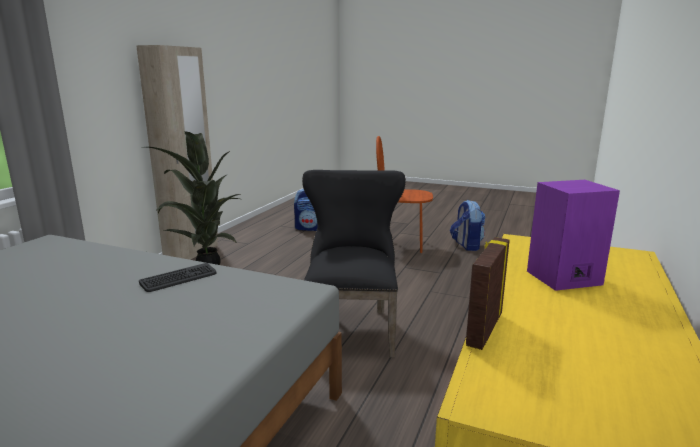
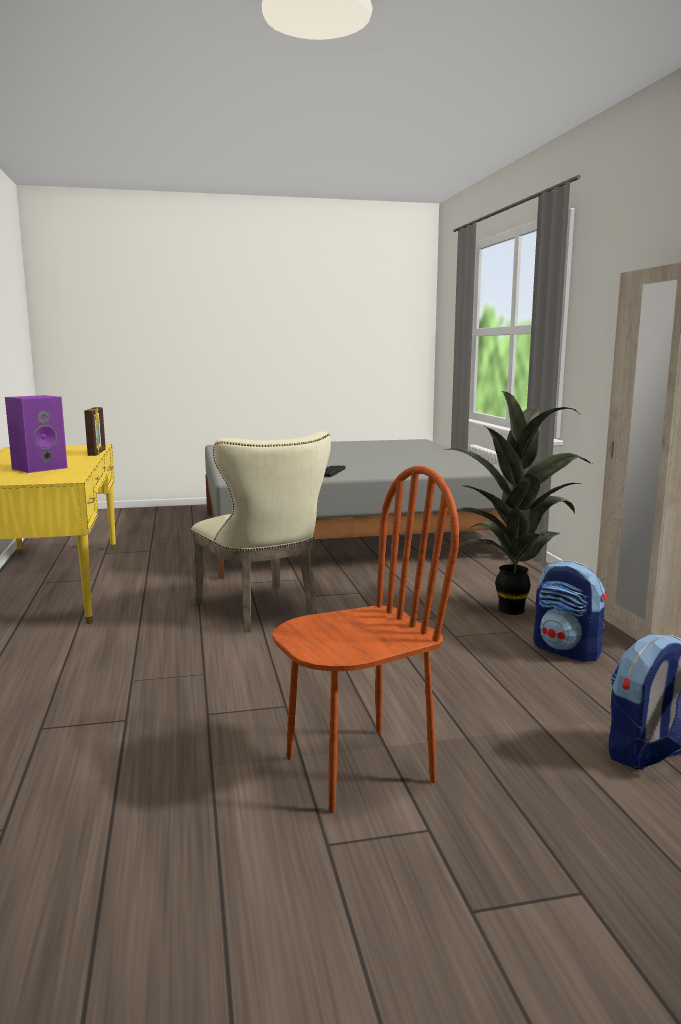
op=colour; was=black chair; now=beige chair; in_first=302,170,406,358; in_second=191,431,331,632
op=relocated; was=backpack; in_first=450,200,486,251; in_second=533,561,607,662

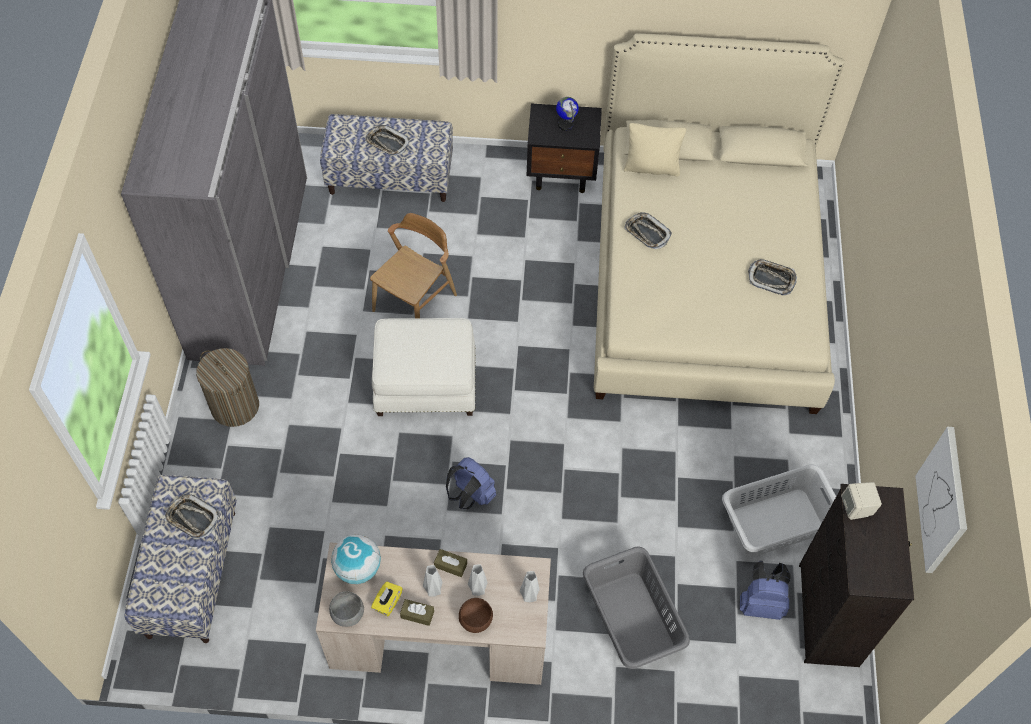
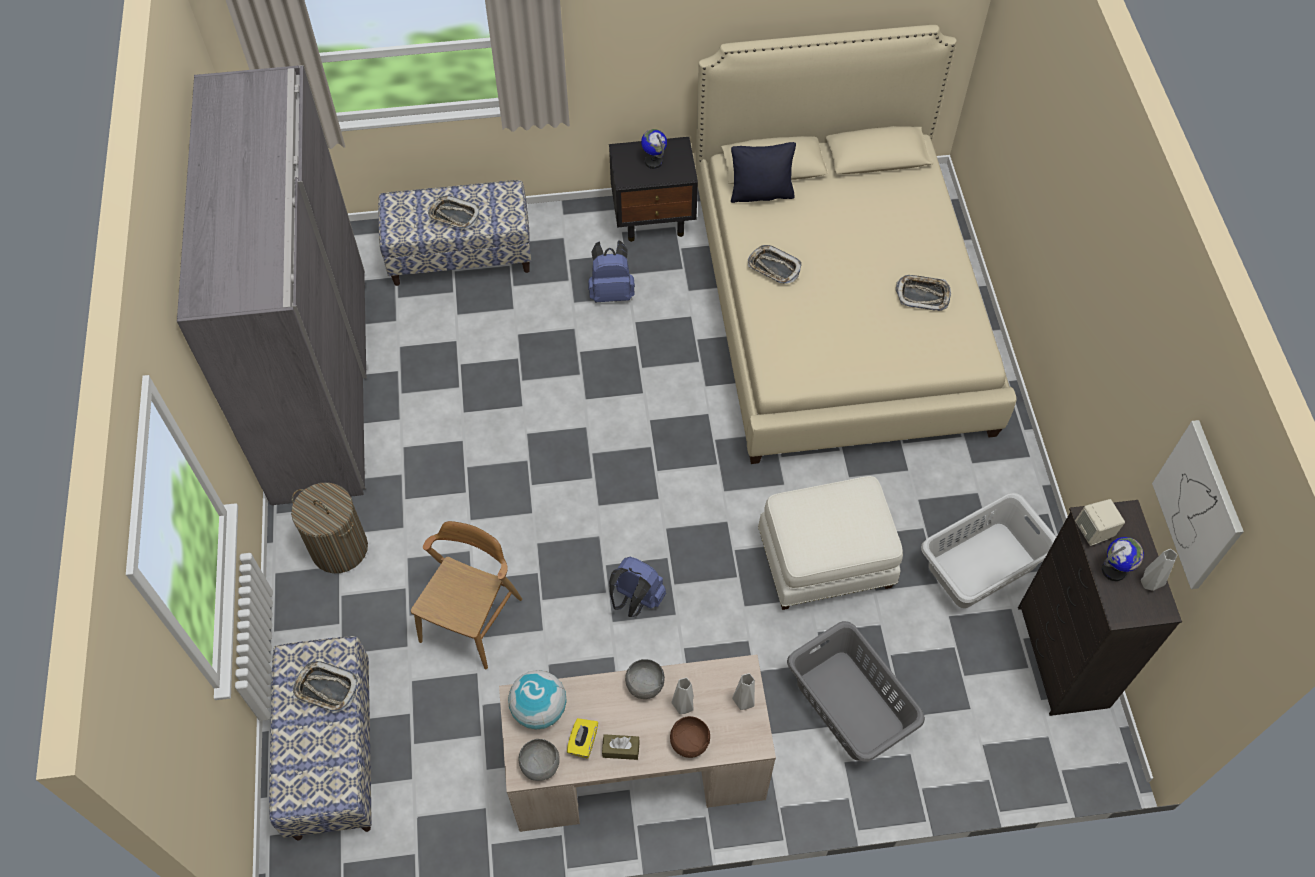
op=colour; was=beige pillow; now=black pillow; in_first=624,123,686,177; in_second=731,142,796,203
op=relocated; was=brown chair; in_first=370,213,457,318; in_second=411,521,522,669
op=relocated; was=white ottoman; in_first=372,318,475,416; in_second=758,476,903,610
op=exchanged; was=brown tissue box; now=grey bowl; in_first=434,549,467,577; in_second=625,659,665,699
op=relocated; was=blue backpack; in_first=740,561,791,620; in_second=588,240,635,302
op=relocated; was=grey vase; in_first=423,565,443,597; in_second=1141,549,1178,591
op=appeared; now=globe; in_second=1102,537,1144,581

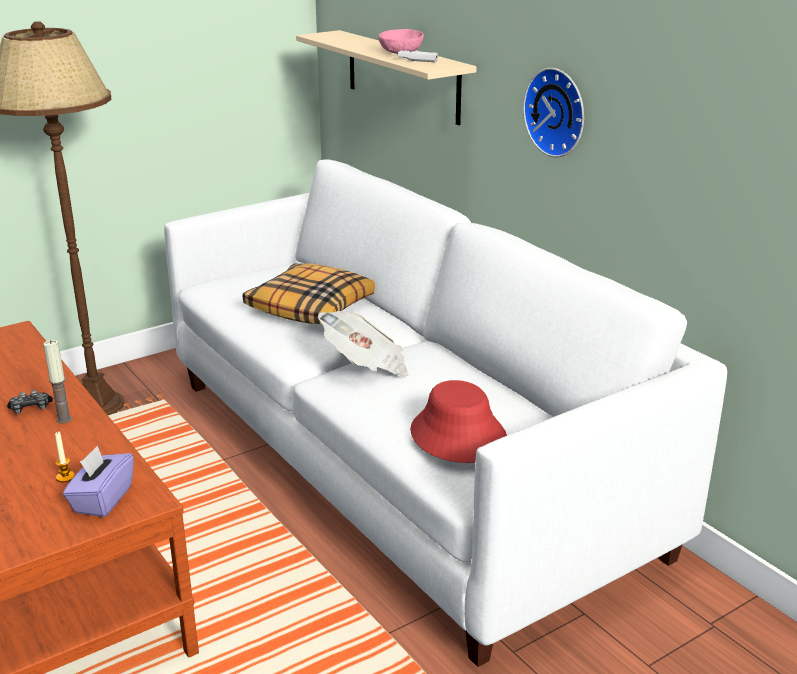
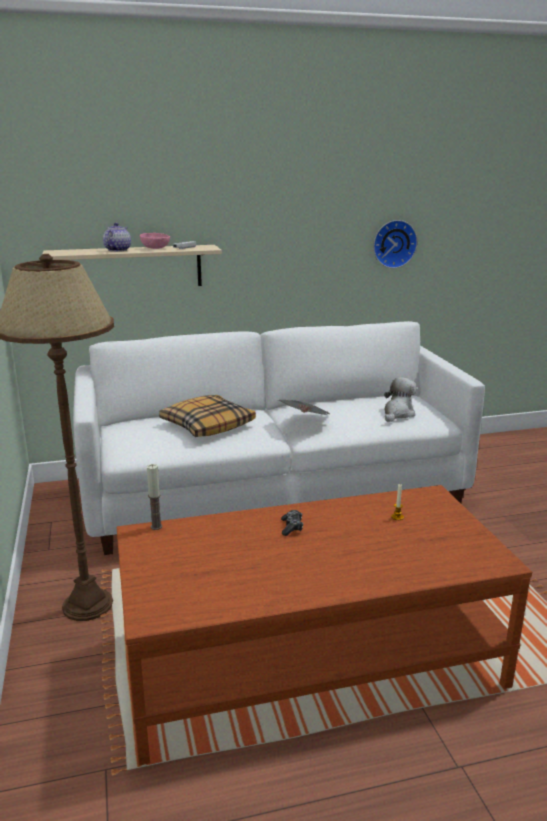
op=relocated; was=wall clock; in_first=523,68,584,157; in_second=373,220,418,269
op=relocated; was=candle; in_first=43,340,72,424; in_second=147,464,162,530
op=exchanged; was=red hat; now=plush toy; in_first=410,380,507,463; in_second=384,377,416,422
op=missing; was=purple tissue box; in_first=63,446,134,517
op=appeared; now=teapot; in_second=103,223,131,252

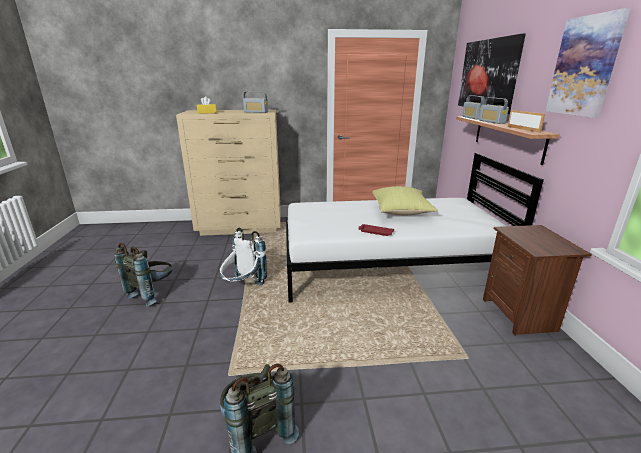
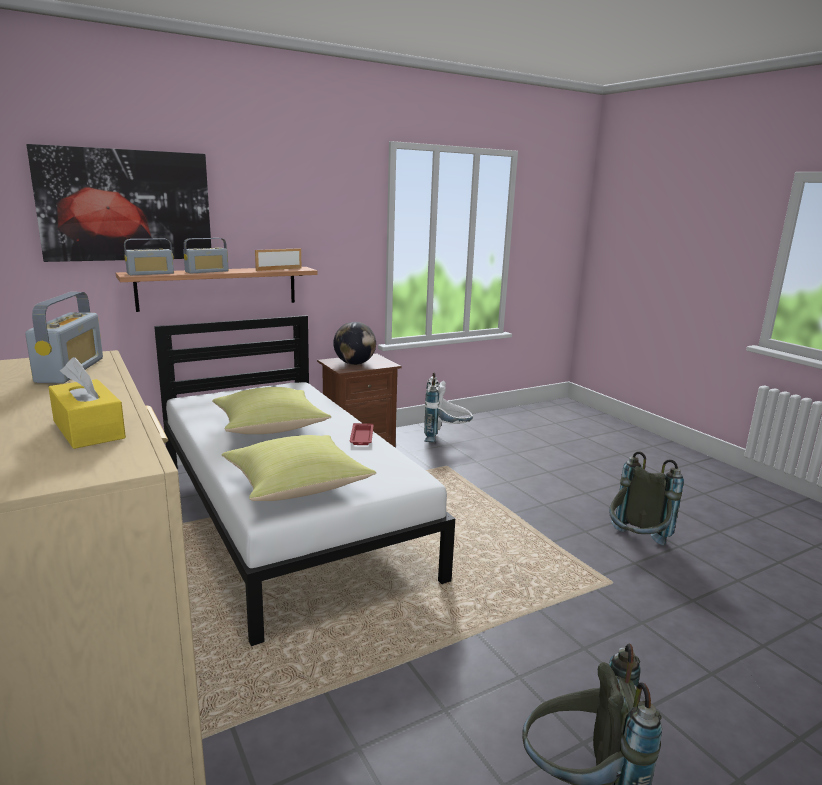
op=missing; was=picture; in_first=545,8,630,118
op=relocated; was=white backpack; in_first=220,227,267,285; in_second=424,372,473,442
op=appeared; now=globe; in_second=333,322,376,365
op=appeared; now=yellow pillow; in_second=222,435,376,501

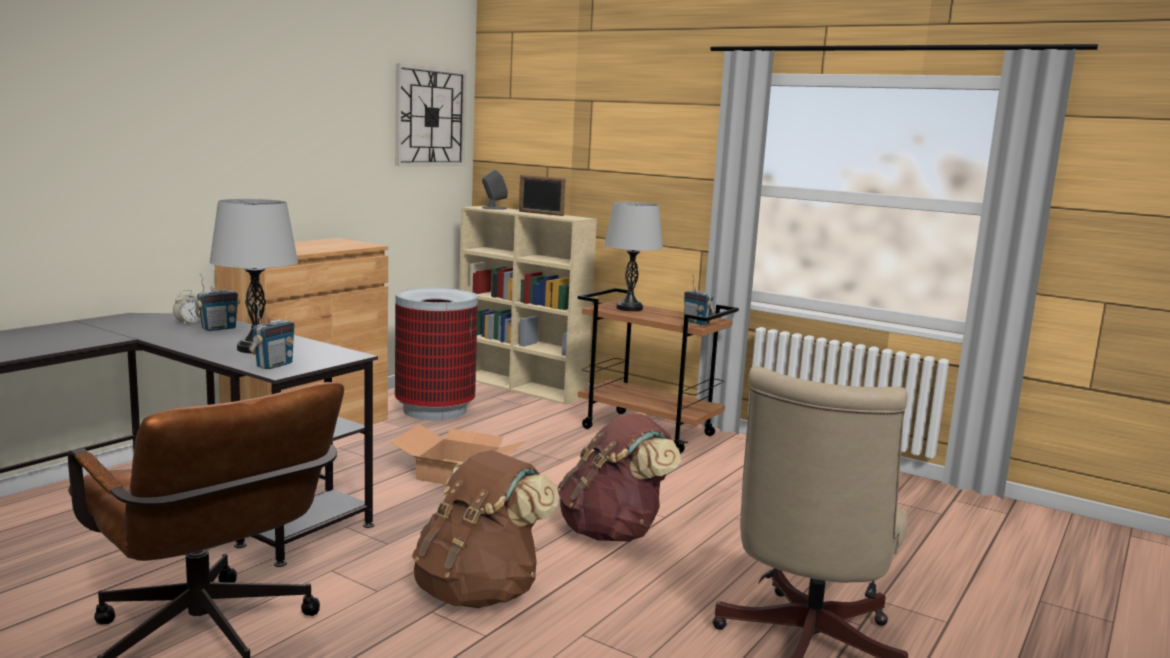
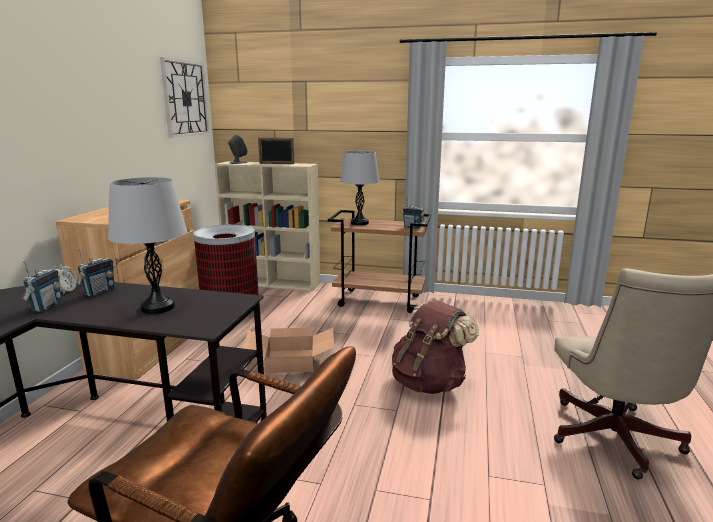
op=relocated; was=radio; in_first=249,303,294,369; in_second=22,260,61,312
op=missing; was=brown backpack; in_first=412,450,559,608

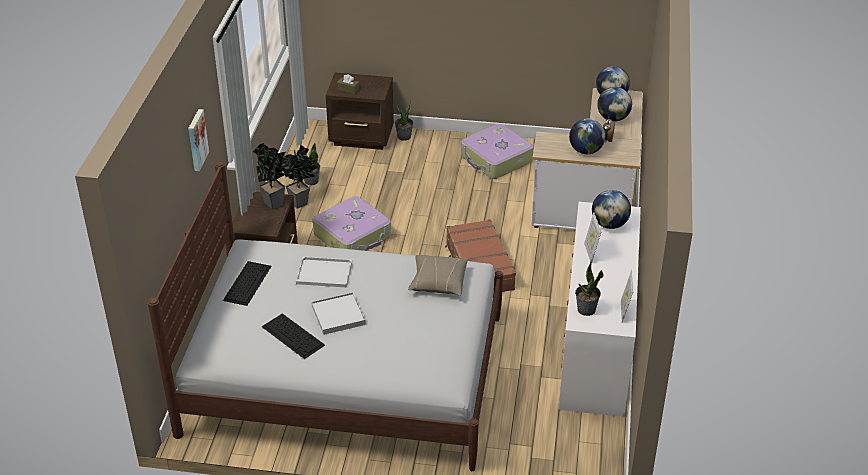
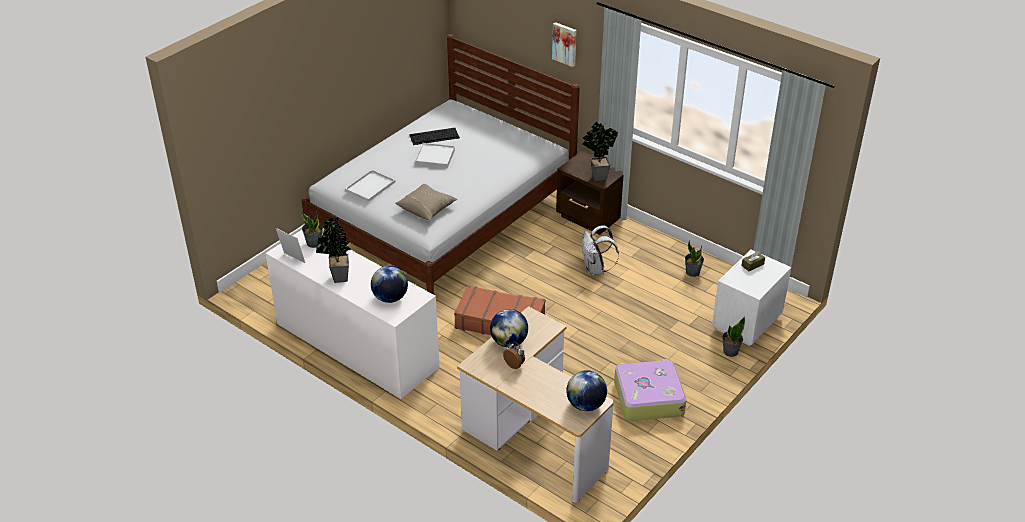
op=colour; was=brown nightstand; now=white nightstand; in_first=326,73,394,150; in_second=712,250,791,346
op=missing; was=globe; in_first=597,87,632,121
op=relocated; was=potted plant; in_first=281,145,317,209; in_second=316,217,351,283
op=exchanged; was=suitcase; now=white backpack; in_first=313,196,391,251; in_second=582,225,619,276
op=missing; was=picture frame; in_first=584,212,601,264
op=relocated; was=white tray; in_first=296,257,352,288; in_second=345,170,395,202
op=missing; was=keyboard; in_first=223,261,272,306

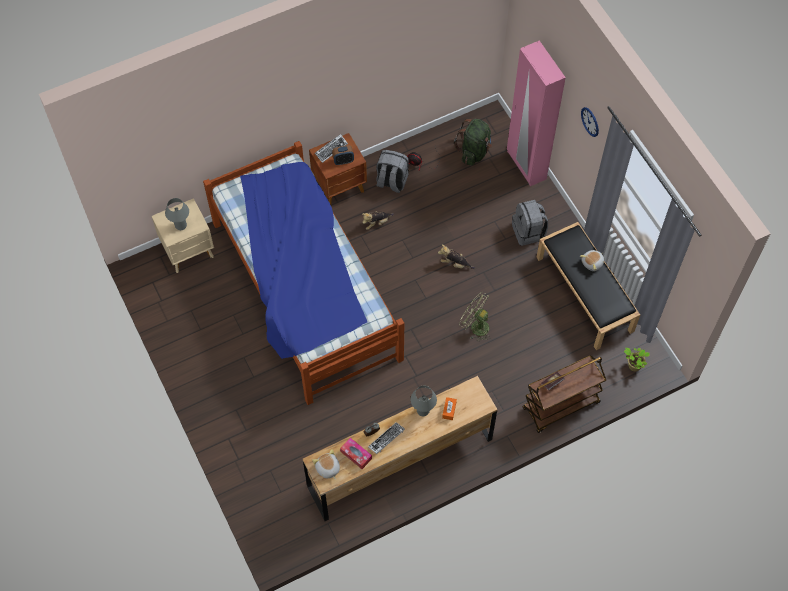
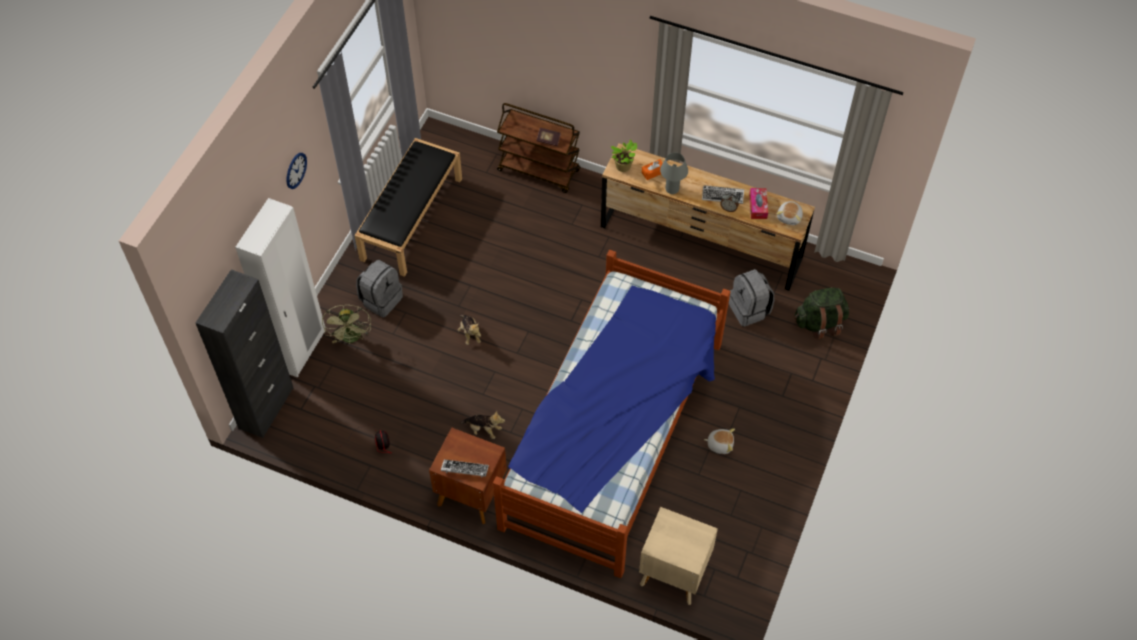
op=colour; was=pink wardrobe; now=white wardrobe; in_first=507,40,566,186; in_second=235,198,326,378
op=relocated; was=green backpack; in_first=453,119,492,166; in_second=794,287,849,340
op=missing; was=alarm clock; in_first=332,145,354,165
op=relocated; was=grey backpack; in_first=376,150,409,193; in_second=729,269,774,327
op=missing; was=grey table lamp; in_first=165,198,189,230
op=relocated; was=plush toy; in_first=580,250,604,271; in_second=704,428,735,454
op=relocated; was=green fan; in_first=459,292,490,342; in_second=322,305,371,344
op=relocated; was=potted plant; in_first=624,348,650,371; in_second=610,139,637,172
op=appeared; now=black cabinet; in_second=195,269,293,438

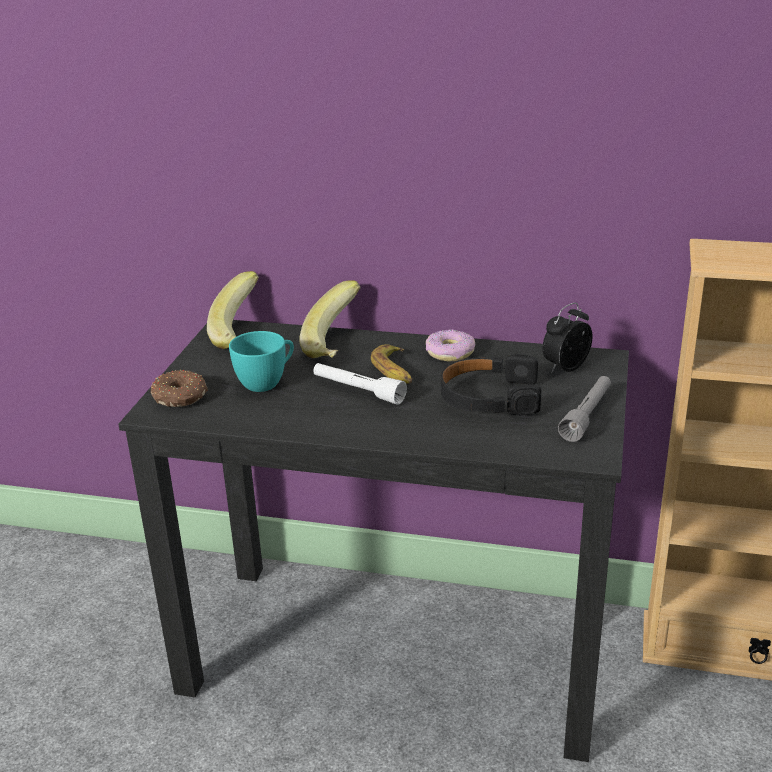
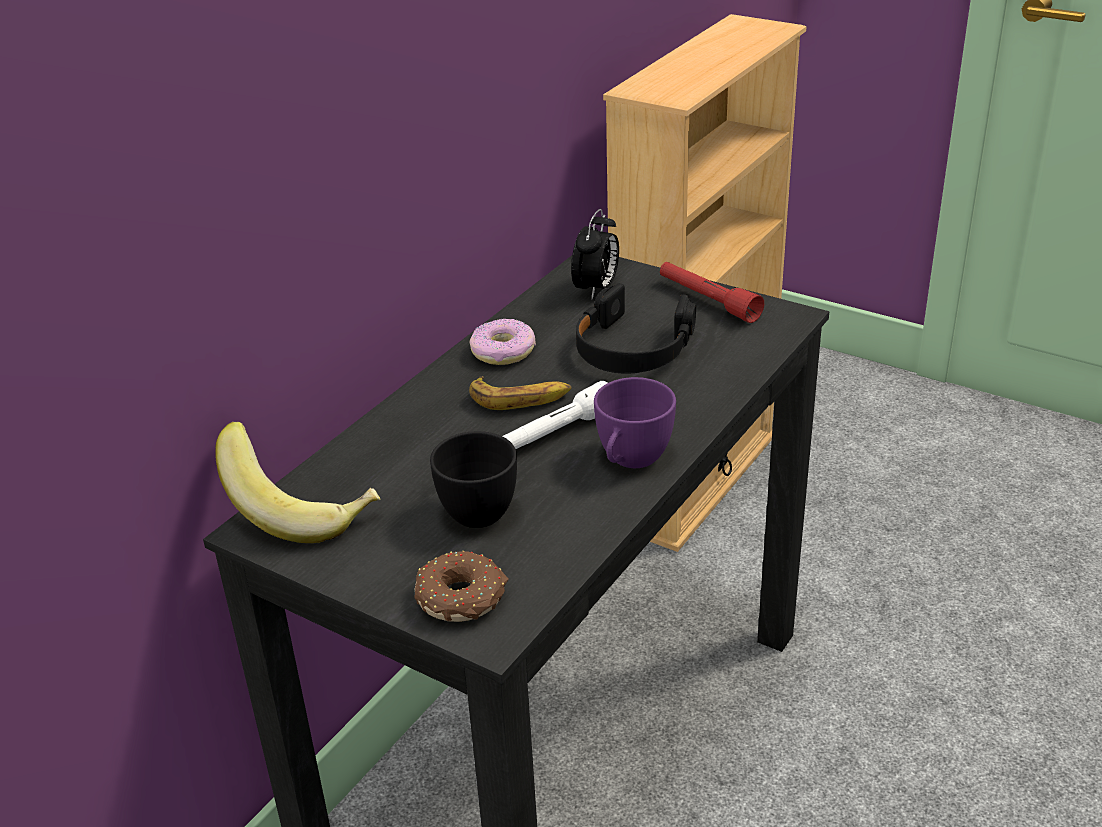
op=missing; was=banana; in_first=299,281,361,358
op=spun; was=alarm clock; in_first=543,303,592,373; in_second=571,209,619,299; clockwise=-135
op=colour; was=turquoise cup; now=black cup; in_first=229,331,294,392; in_second=430,431,517,528
op=colour; was=grey flashlight; now=red flashlight; in_first=558,376,611,442; in_second=660,262,764,323
op=appeared; now=purple cup; in_second=594,377,676,468

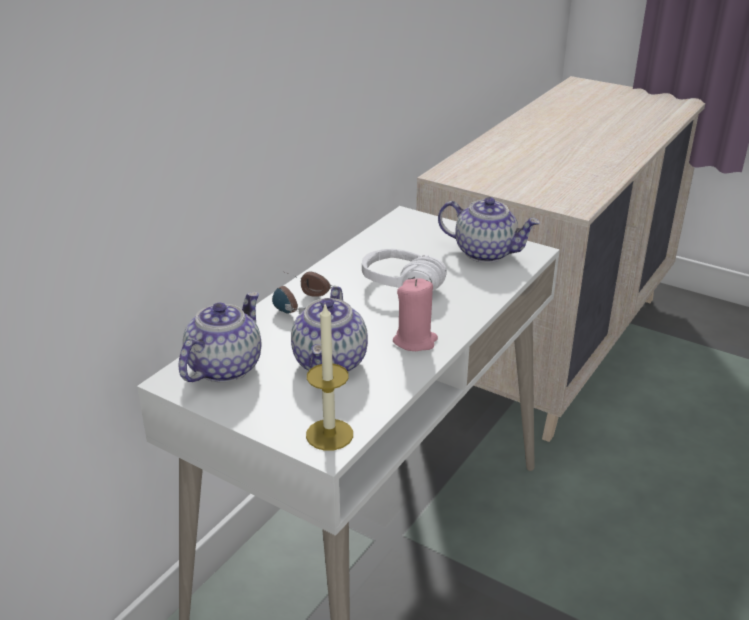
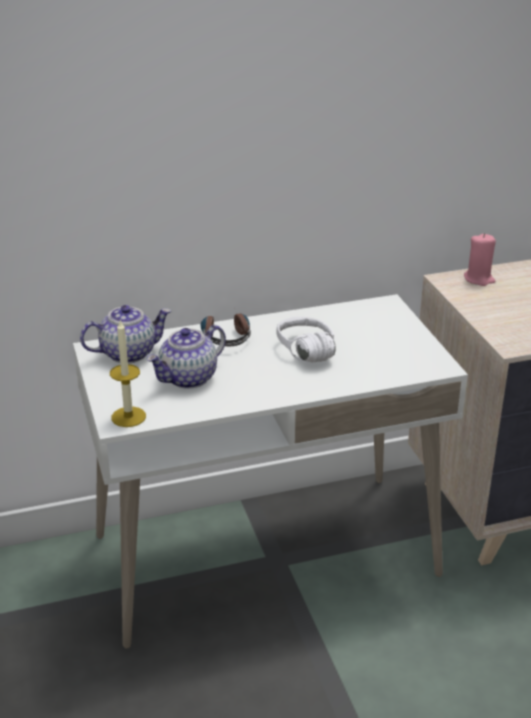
op=missing; was=teapot; in_first=438,197,540,263
op=relocated; was=pink candle; in_first=393,278,438,351; in_second=464,233,496,286

